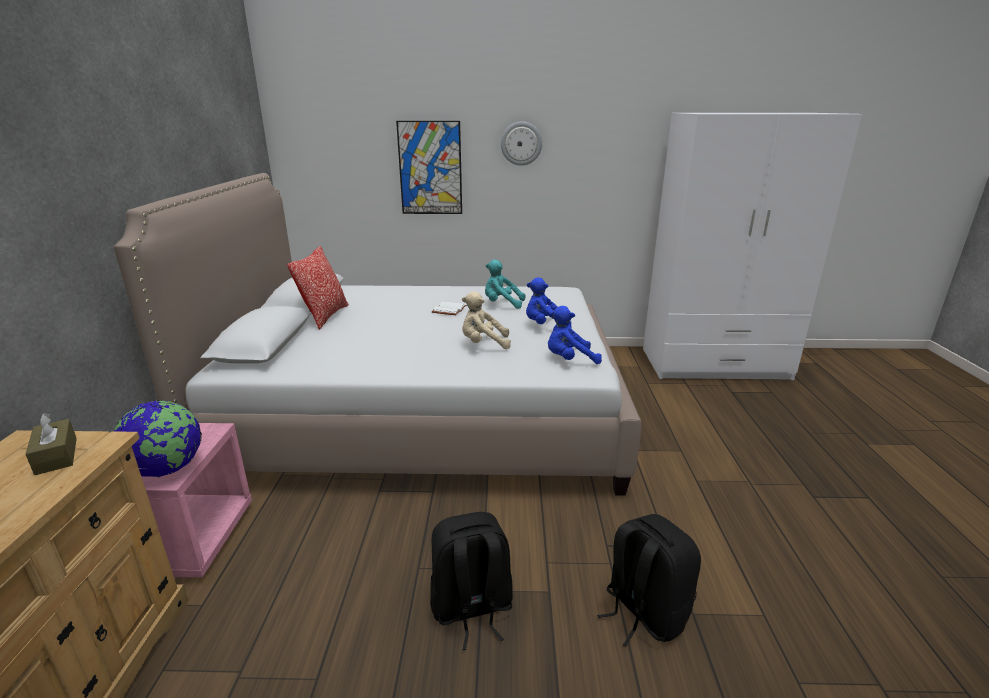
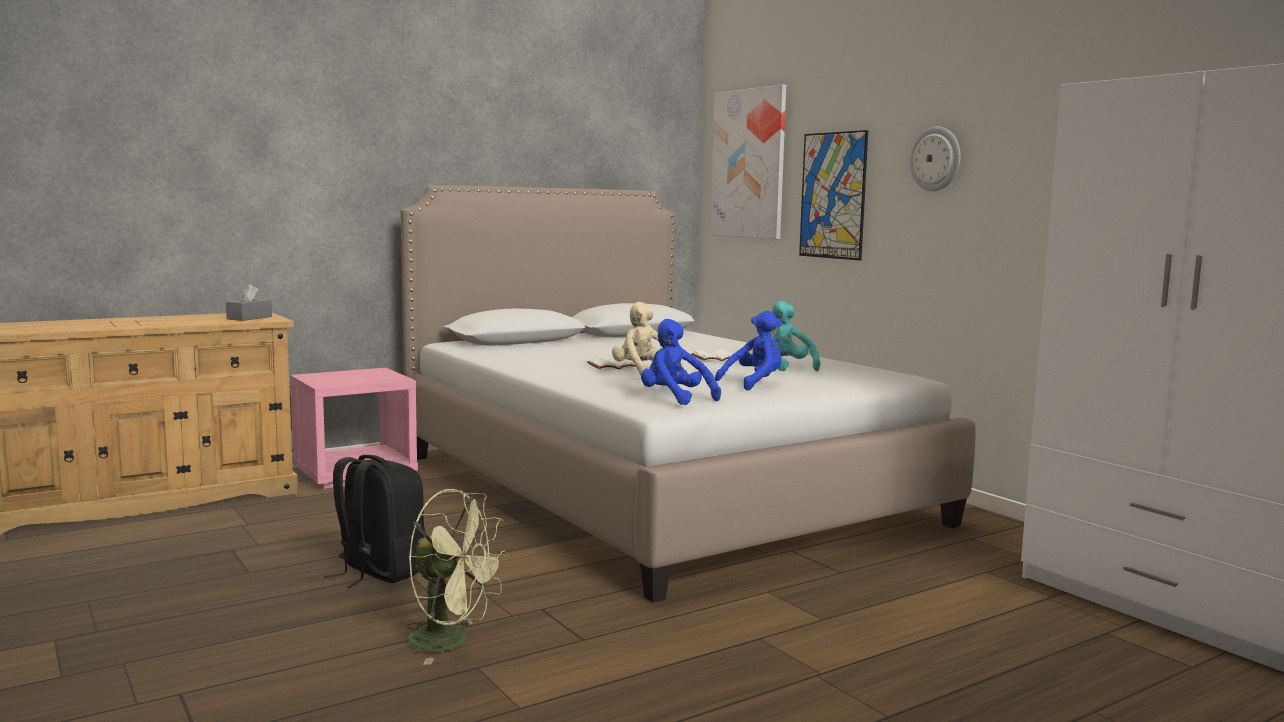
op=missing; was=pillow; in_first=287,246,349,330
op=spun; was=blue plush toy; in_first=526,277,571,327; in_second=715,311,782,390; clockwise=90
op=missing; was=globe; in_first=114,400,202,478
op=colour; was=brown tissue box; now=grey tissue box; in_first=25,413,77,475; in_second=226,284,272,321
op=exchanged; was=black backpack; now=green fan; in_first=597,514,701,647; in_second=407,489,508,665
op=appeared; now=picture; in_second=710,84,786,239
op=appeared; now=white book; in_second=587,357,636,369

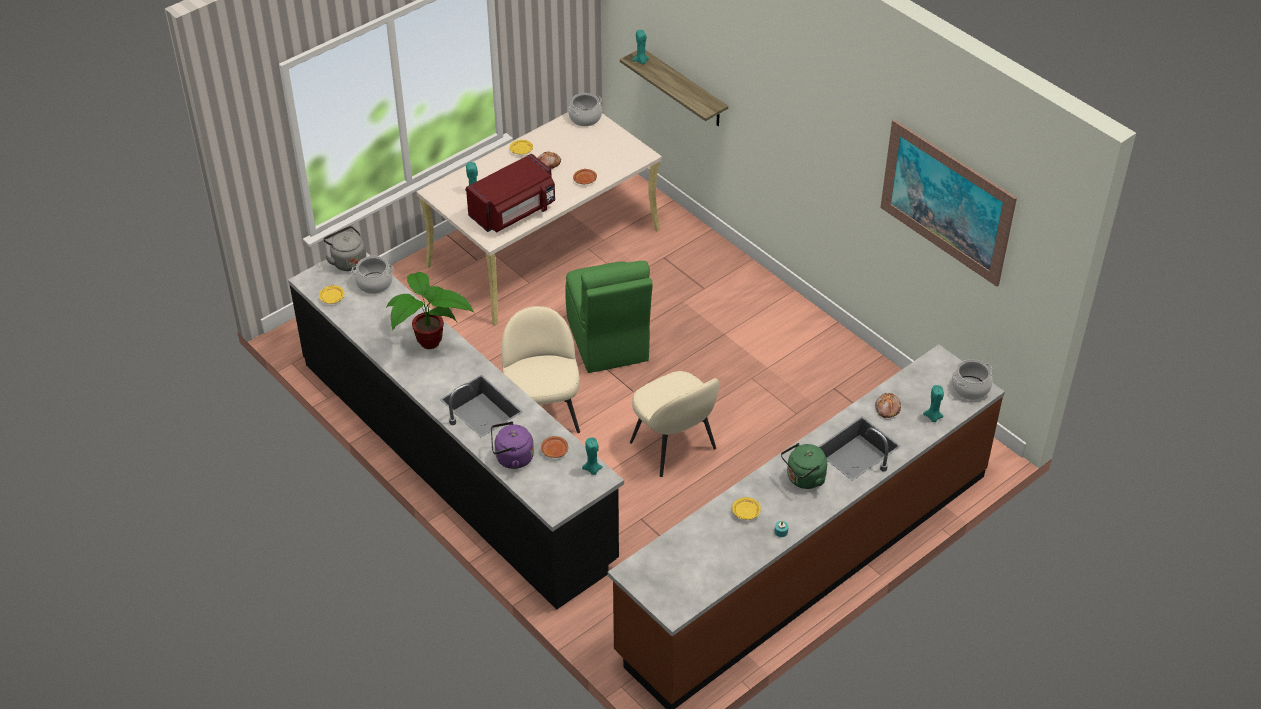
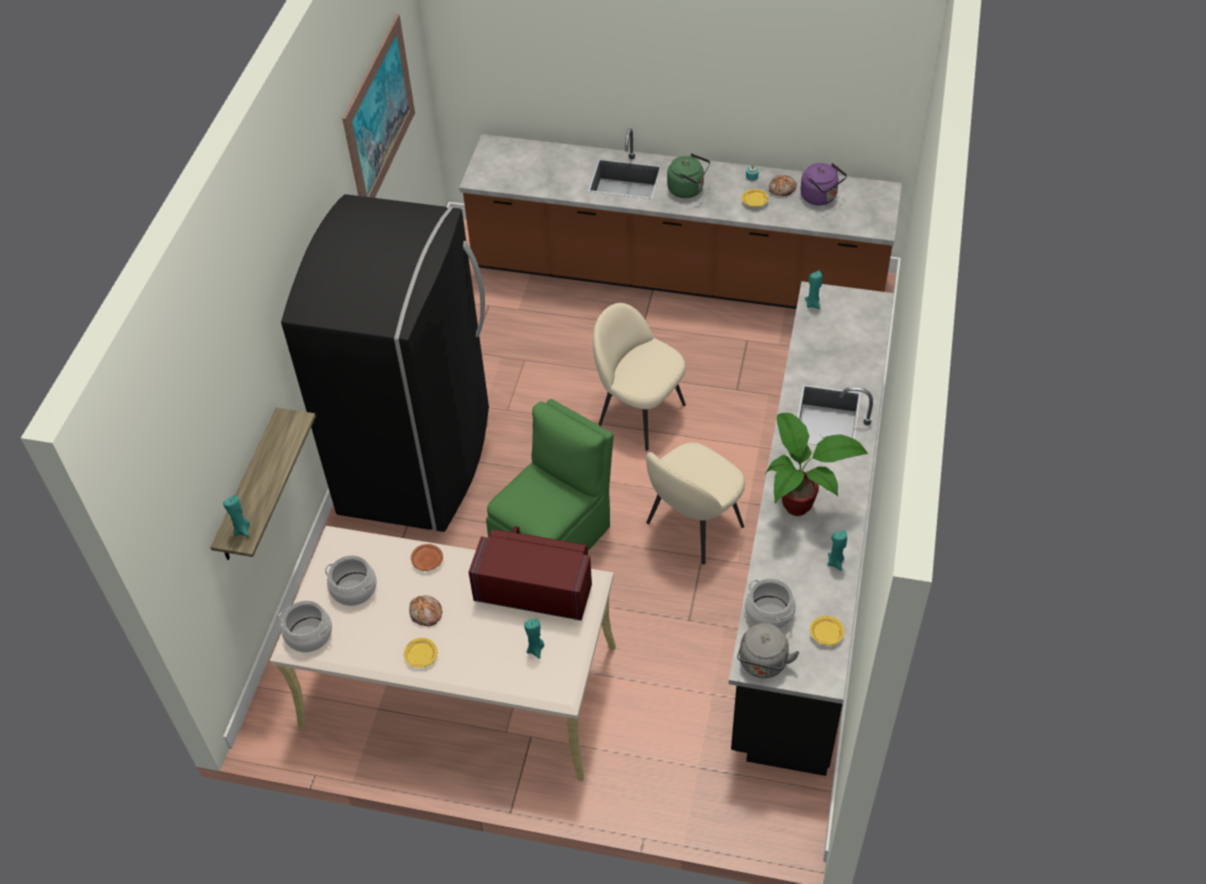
op=relocated; was=cooking pot; in_first=952,359,992,400; in_second=325,555,377,606
op=spun; was=beige chair; in_first=630,371,719,477; in_second=593,303,686,451; clockwise=-75
op=relocated; was=turquoise candle; in_first=923,385,944,422; in_second=827,530,847,571
op=relocated; was=bread; in_first=875,393,901,418; in_second=769,175,797,196
op=relocated; was=purple kettle; in_first=491,421,534,469; in_second=800,163,847,205
op=missing; was=brown plate; in_first=541,436,568,458
op=appeared; now=black fridge; in_second=281,194,489,532

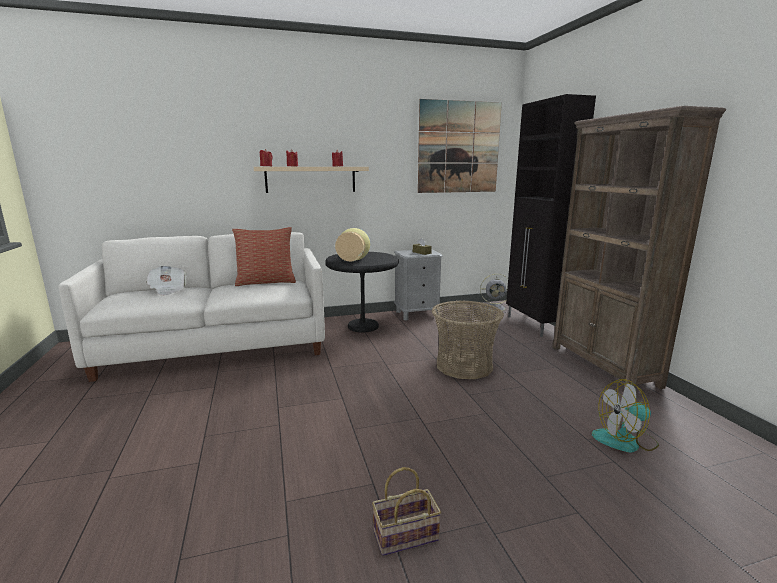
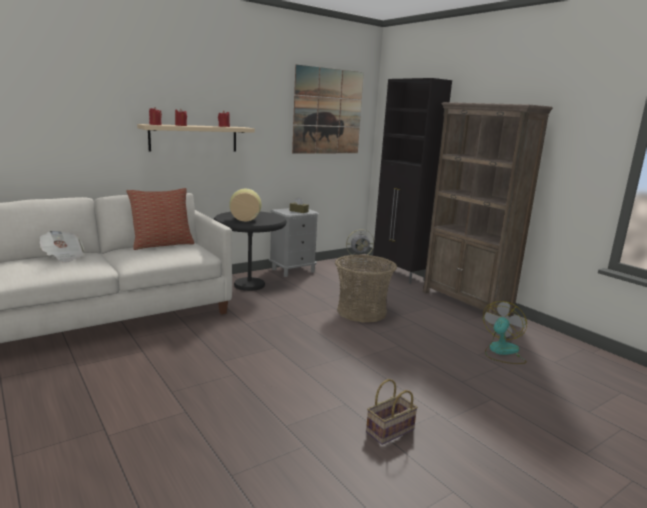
op=spun; was=fan; in_first=592,379,659,453; in_second=483,301,527,364; clockwise=150

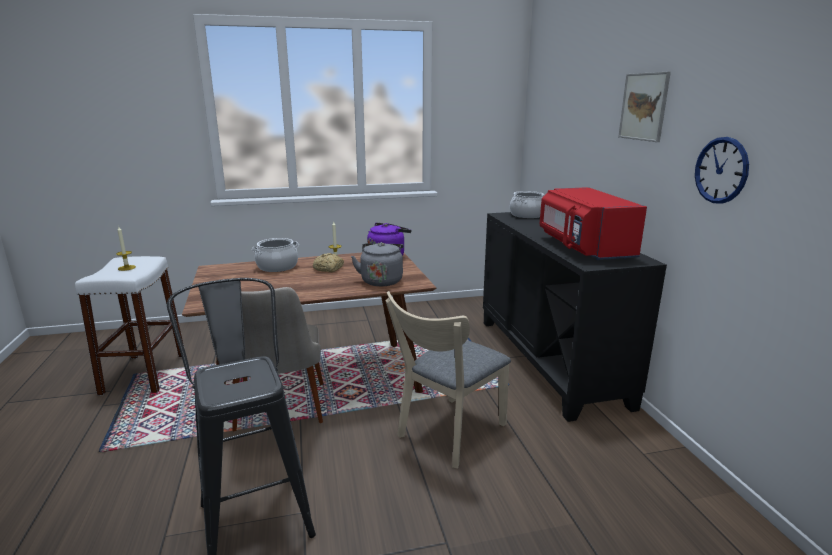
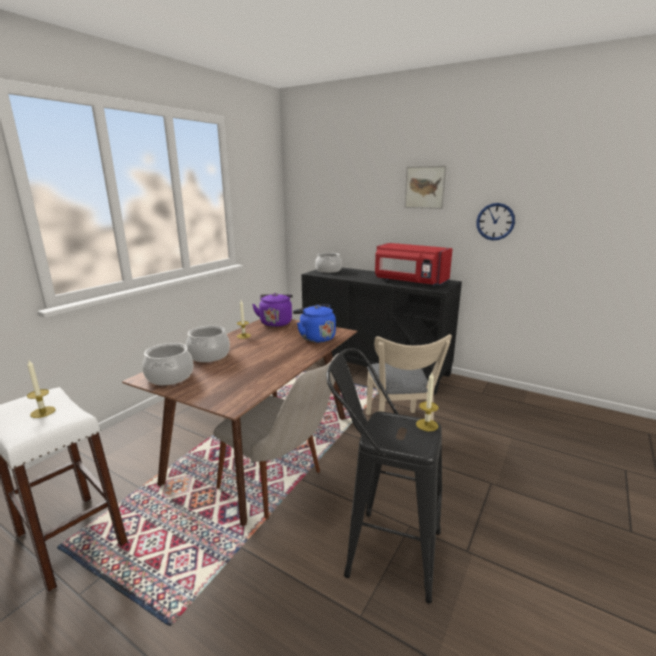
op=colour; was=grey kettle; now=blue kettle; in_first=351,242,404,286; in_second=293,304,336,343
op=missing; was=bread; in_first=313,253,344,272
op=appeared; now=cooking pot; in_second=142,343,193,385
op=appeared; now=candle; in_second=416,373,439,431

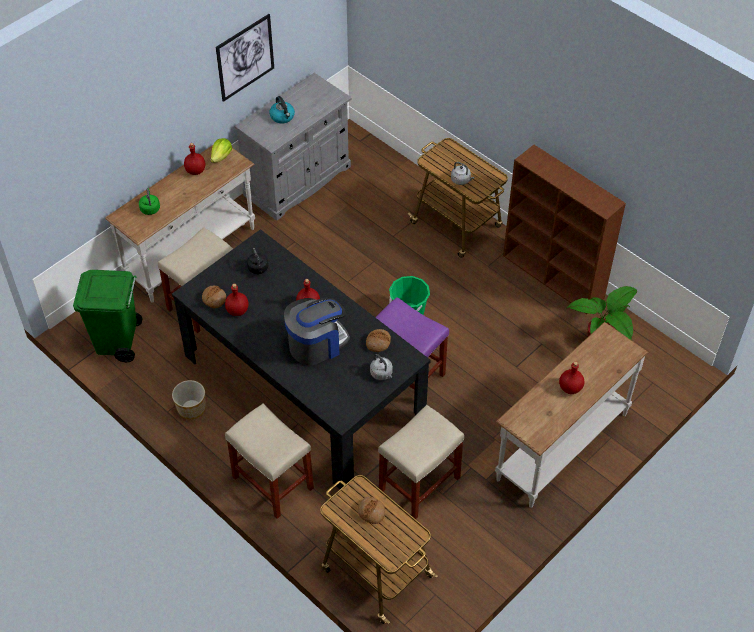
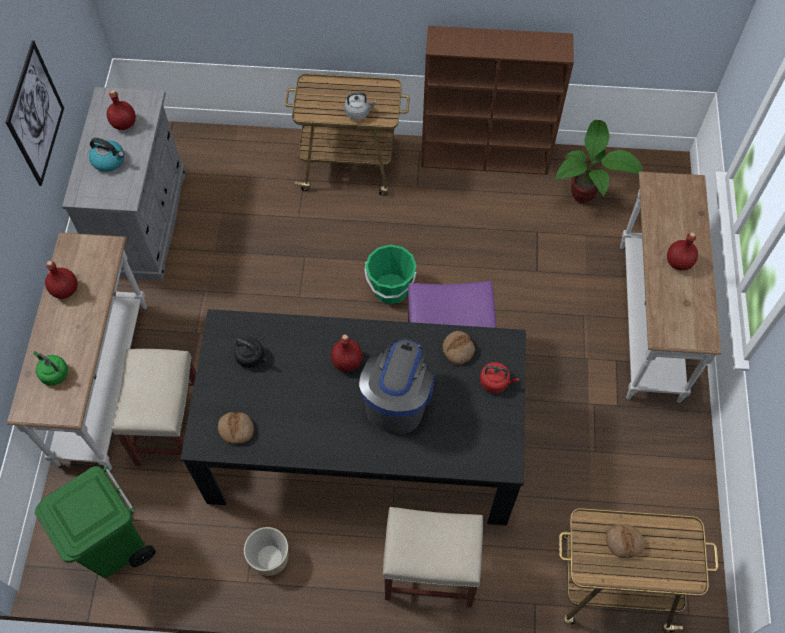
op=missing; was=lettuce; in_first=211,138,232,163
op=relocated; was=red bottle; in_first=225,284,249,316; in_second=107,90,136,130
op=colour; was=grey kettle; now=red kettle; in_first=370,354,393,380; in_second=480,362,519,393
op=missing; was=beige stool; in_first=378,405,464,519

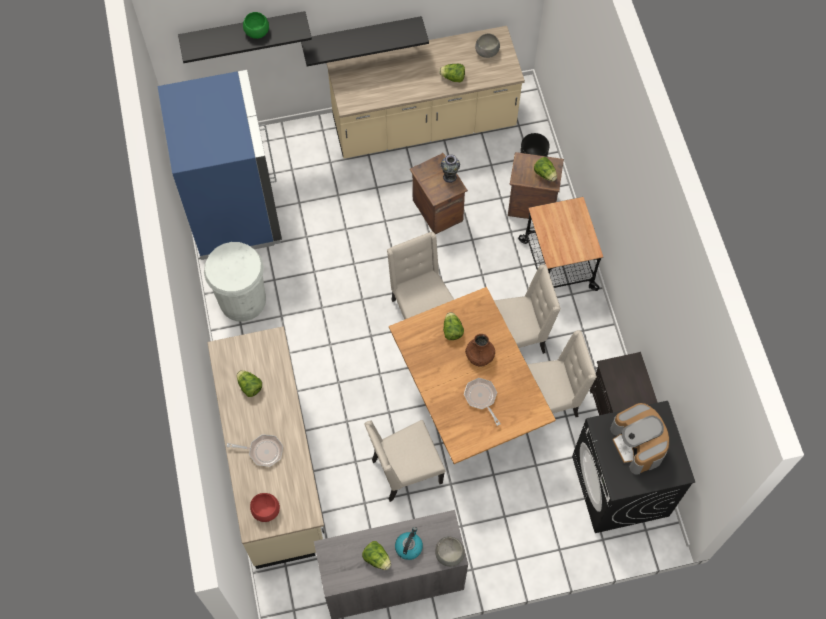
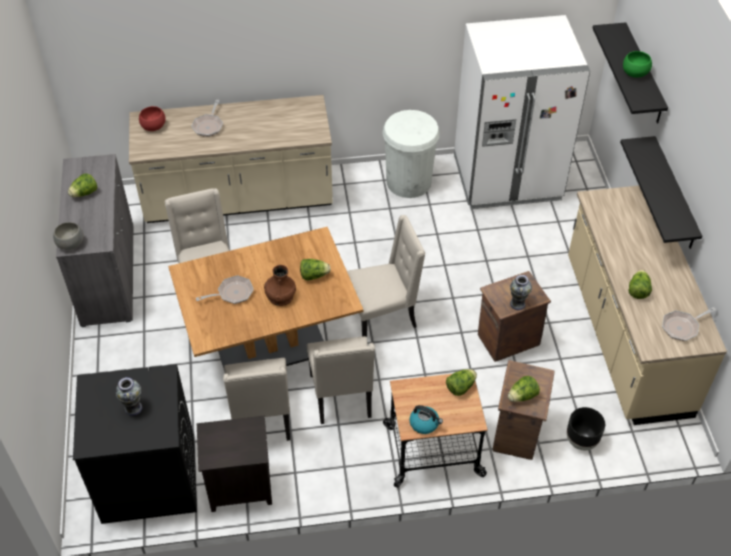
op=exchanged; was=grey bowl; now=frying pan; in_first=475,34,500,58; in_second=662,307,716,341
op=colour; was=blue fridge; now=white fridge; in_first=157,70,282,260; in_second=454,15,590,209
op=relocated; was=lettuce; in_first=236,370,262,397; in_second=446,369,477,396
op=exchanged; was=coffee machine; now=vase; in_first=610,403,669,475; in_second=116,377,142,416
op=relocated; was=kettle; in_first=395,527,423,560; in_second=410,405,443,434

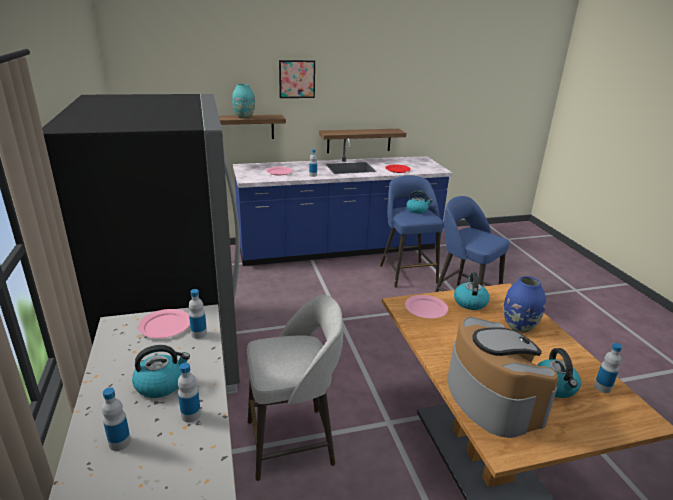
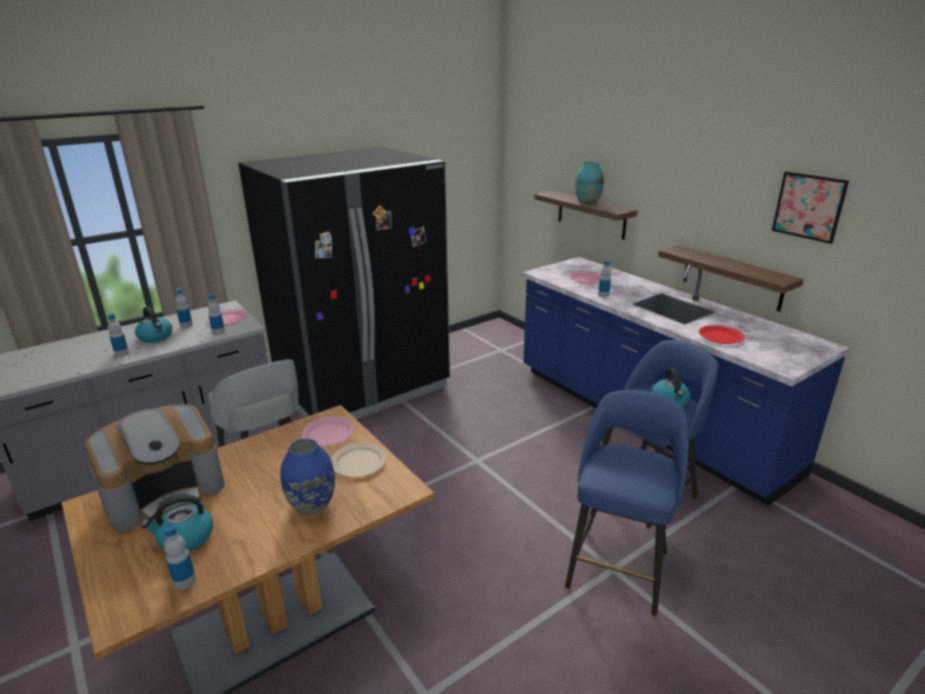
op=relocated; was=picture; in_first=279,60,315,98; in_second=772,171,849,244
op=exchanged; was=kettle; now=beige plate; in_first=454,272,490,310; in_second=331,443,387,477
op=relocated; was=bottle; in_first=102,387,131,451; in_second=175,288,193,328

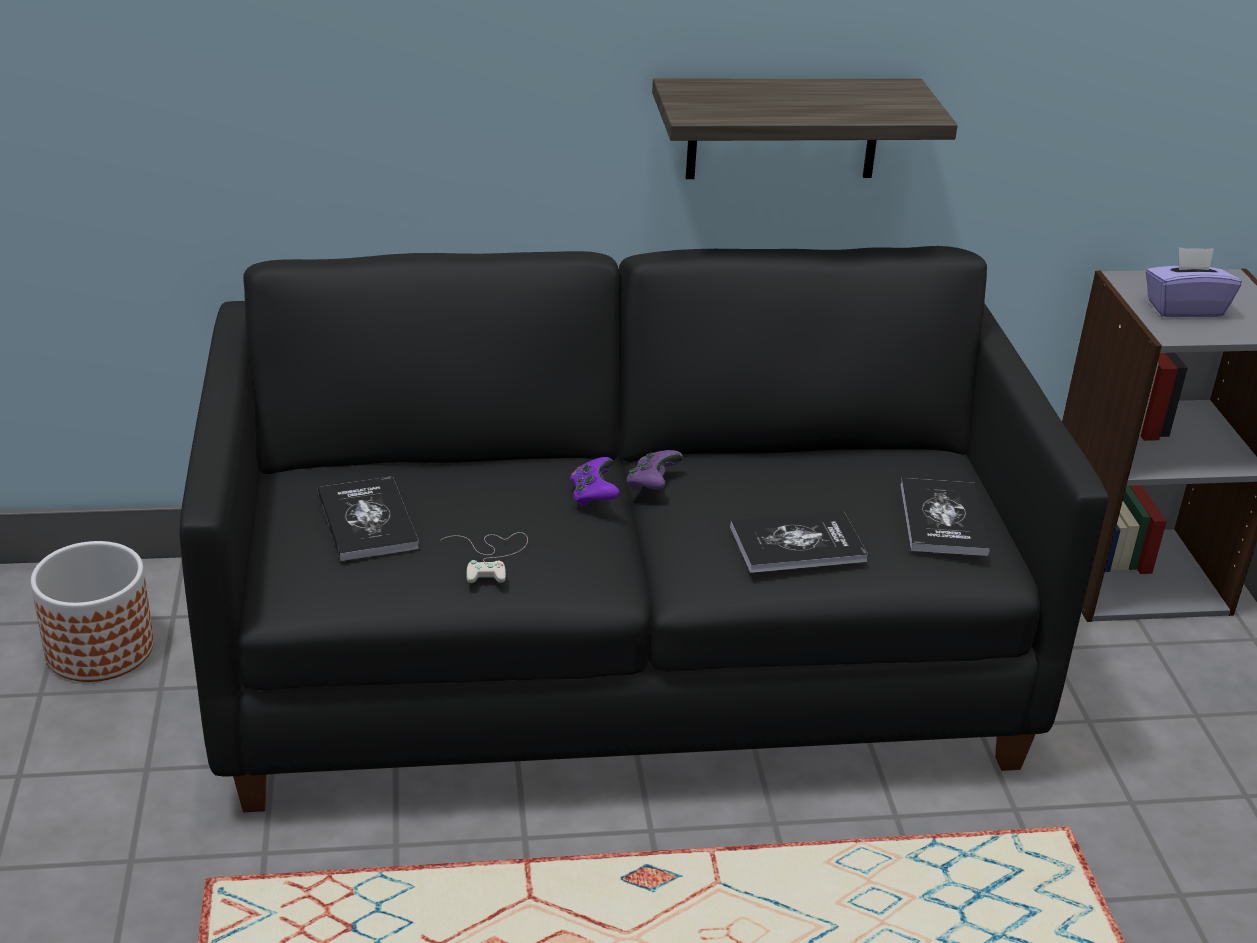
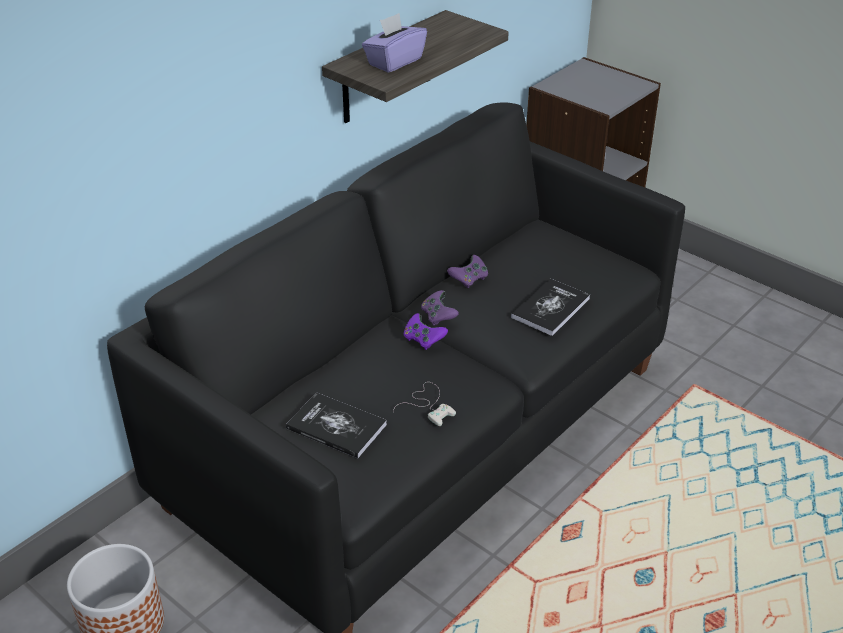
op=relocated; was=purple tissue box; in_first=1145,247,1242,317; in_second=362,13,427,72
op=missing; was=book; in_first=900,478,990,556
op=appeared; now=purple game controller; in_second=447,255,488,288

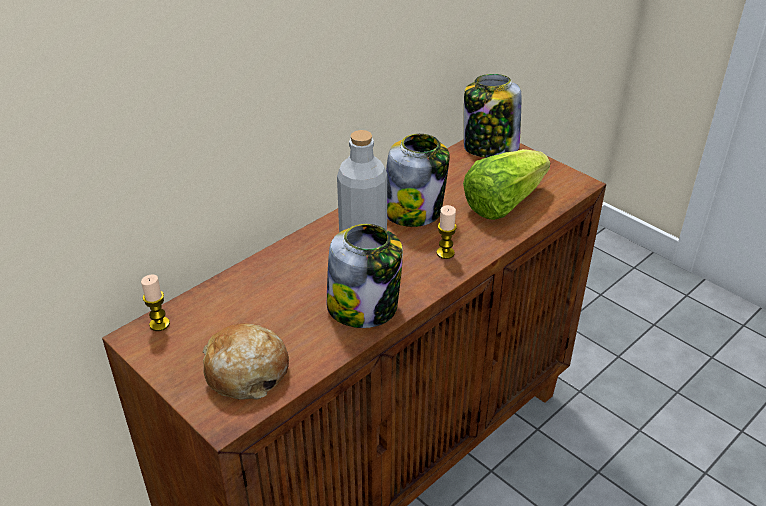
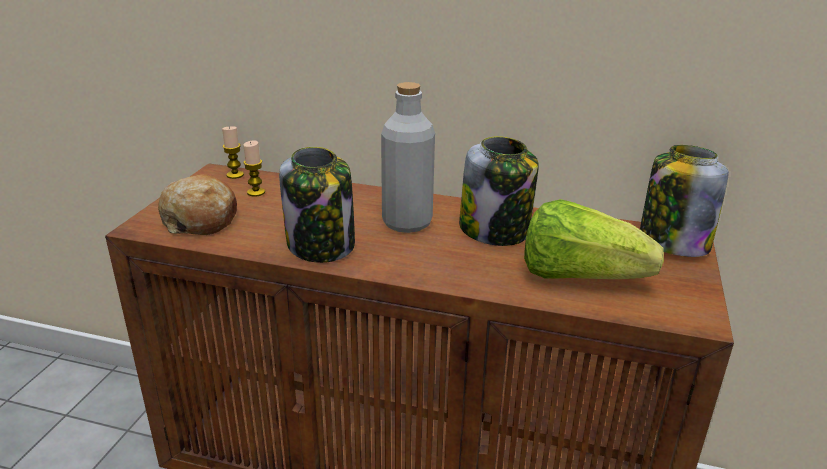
op=relocated; was=candle; in_first=437,205,457,259; in_second=243,140,265,197

